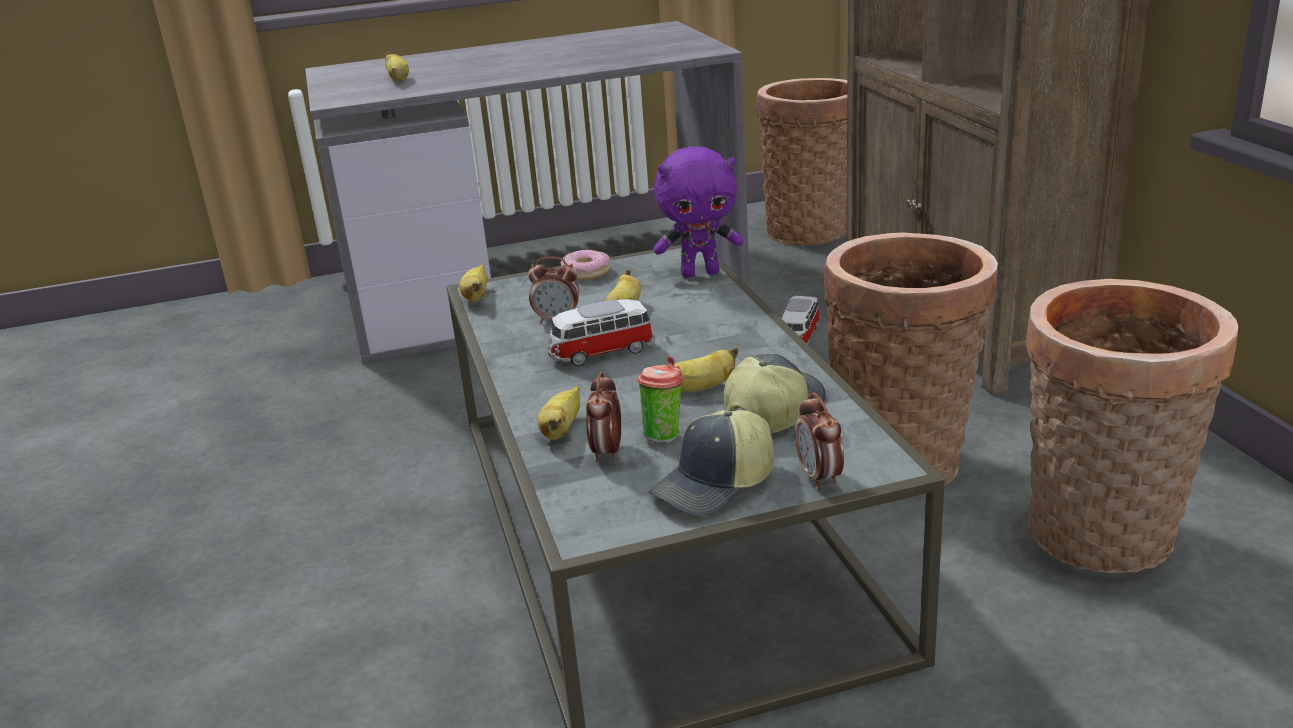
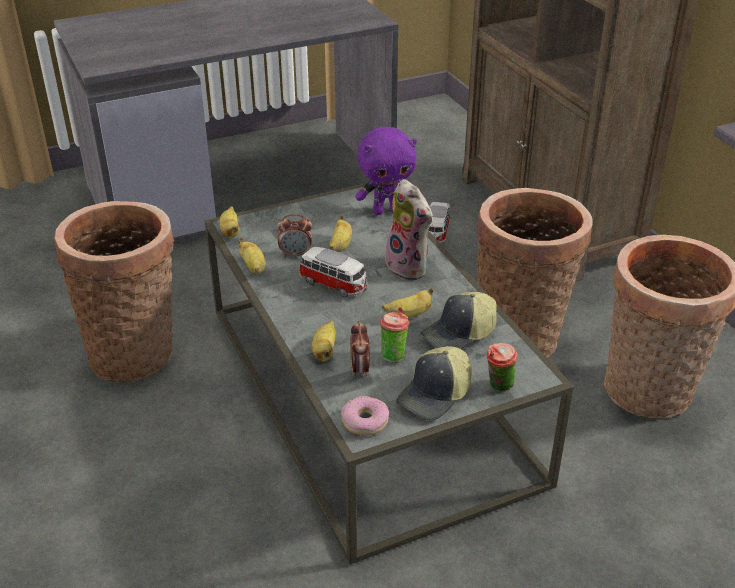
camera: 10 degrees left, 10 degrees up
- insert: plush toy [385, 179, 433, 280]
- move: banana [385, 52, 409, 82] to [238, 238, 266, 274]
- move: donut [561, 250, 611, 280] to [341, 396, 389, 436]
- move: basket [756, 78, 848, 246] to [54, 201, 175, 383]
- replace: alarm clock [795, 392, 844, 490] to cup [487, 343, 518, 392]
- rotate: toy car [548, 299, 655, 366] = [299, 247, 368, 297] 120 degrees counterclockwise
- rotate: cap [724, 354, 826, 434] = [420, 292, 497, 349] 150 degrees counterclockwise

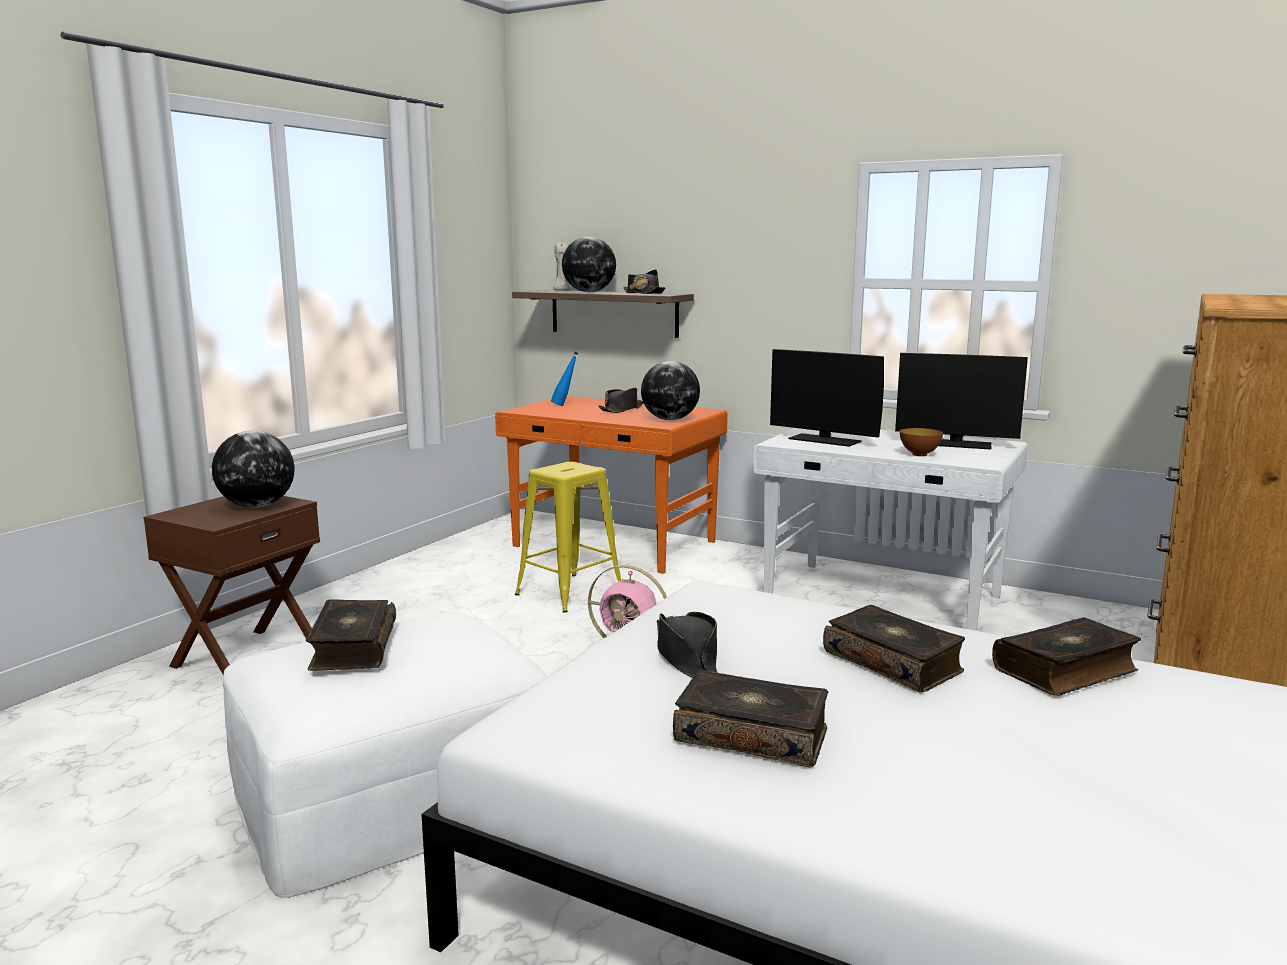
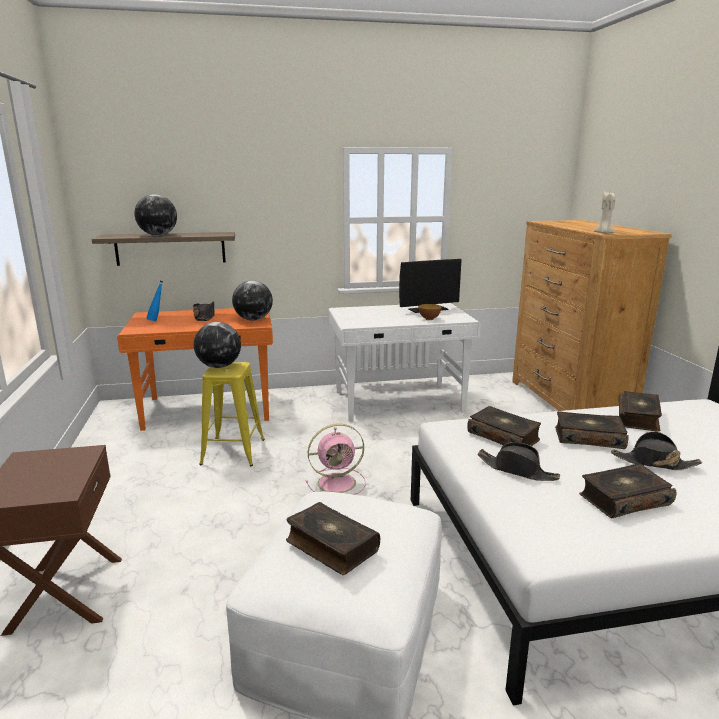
camera: 40 degrees left, 5 degrees up
- delete: monitor [770, 349, 884, 447]
- insert: book [467, 406, 541, 446]
- move: globe [212, 430, 294, 508] to [194, 322, 241, 368]
- move: candle (beige) [553, 242, 571, 291] to [594, 192, 615, 234]
- move: hat (black) [623, 269, 666, 294] to [611, 431, 702, 470]

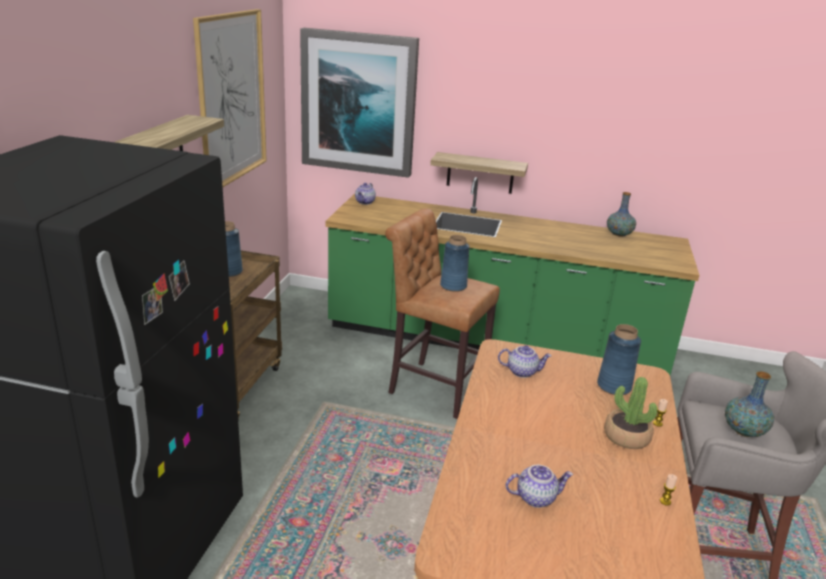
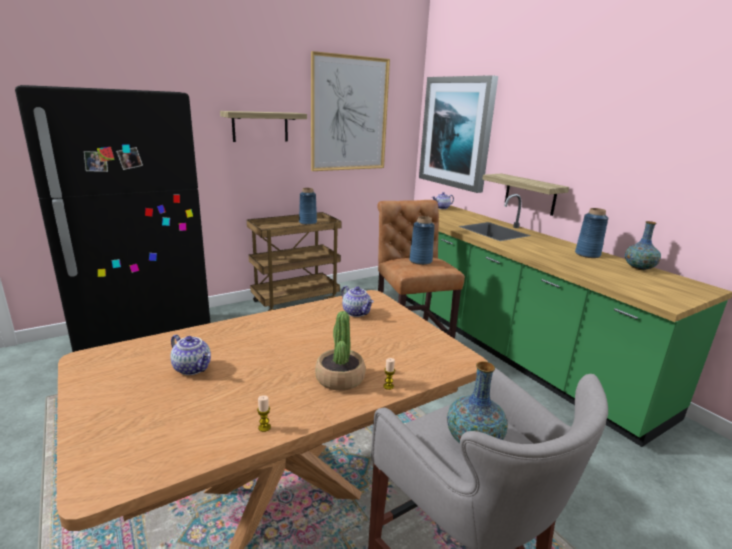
camera: 45 degrees right, 5 degrees down
- move: vase (blue) [597, 324, 641, 395] to [575, 208, 608, 258]

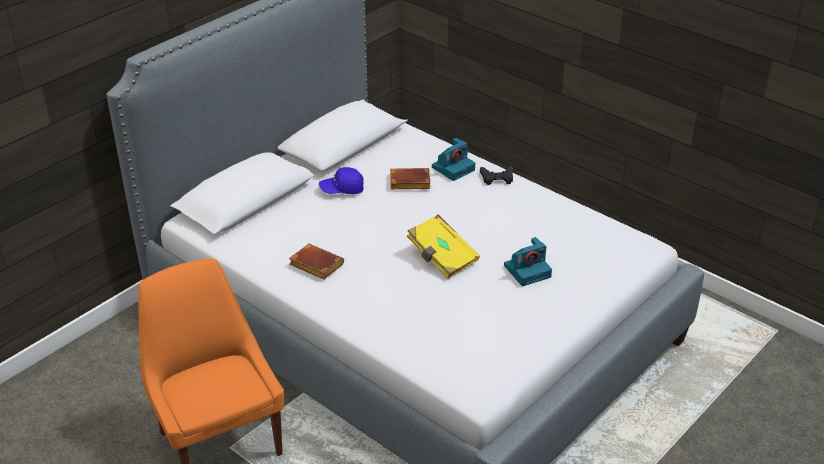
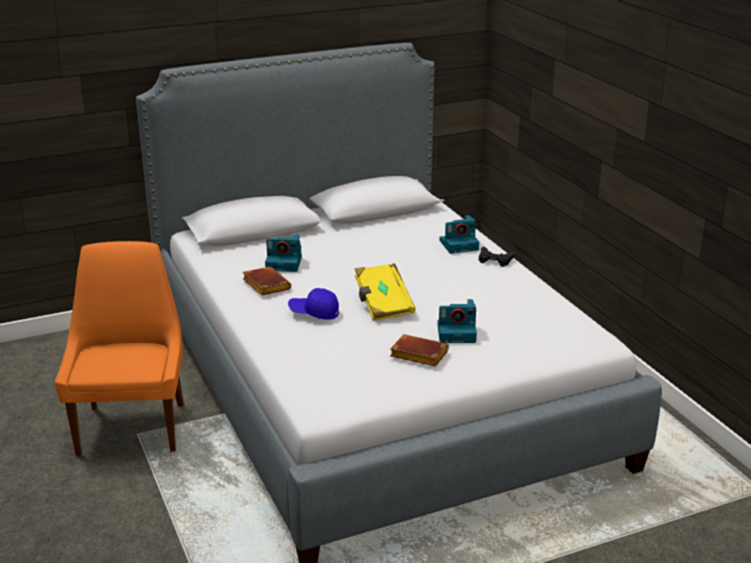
camera: 25 degrees right, 10 degrees down
- insert: photo camera [265, 234, 302, 272]
- move: cap (blue) [319, 167, 364, 194] to [288, 288, 339, 320]
- move: book (brown) [390, 168, 430, 189] to [390, 334, 449, 367]

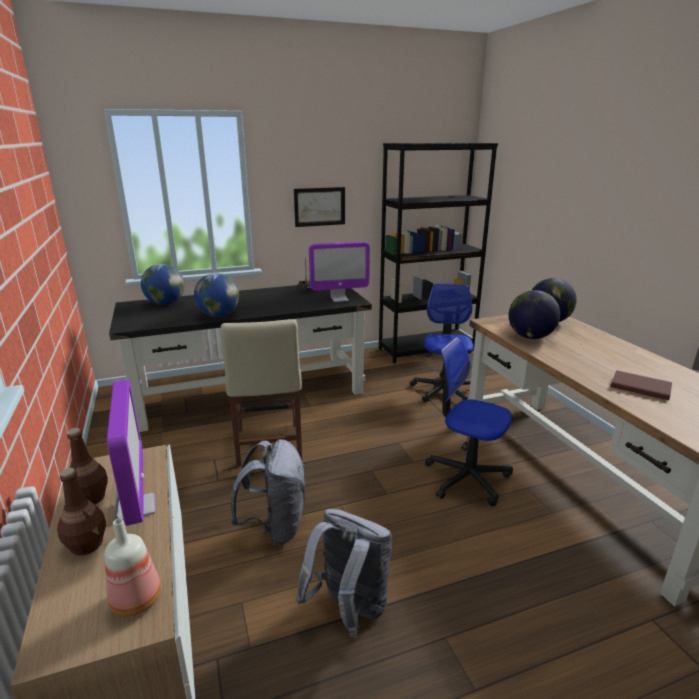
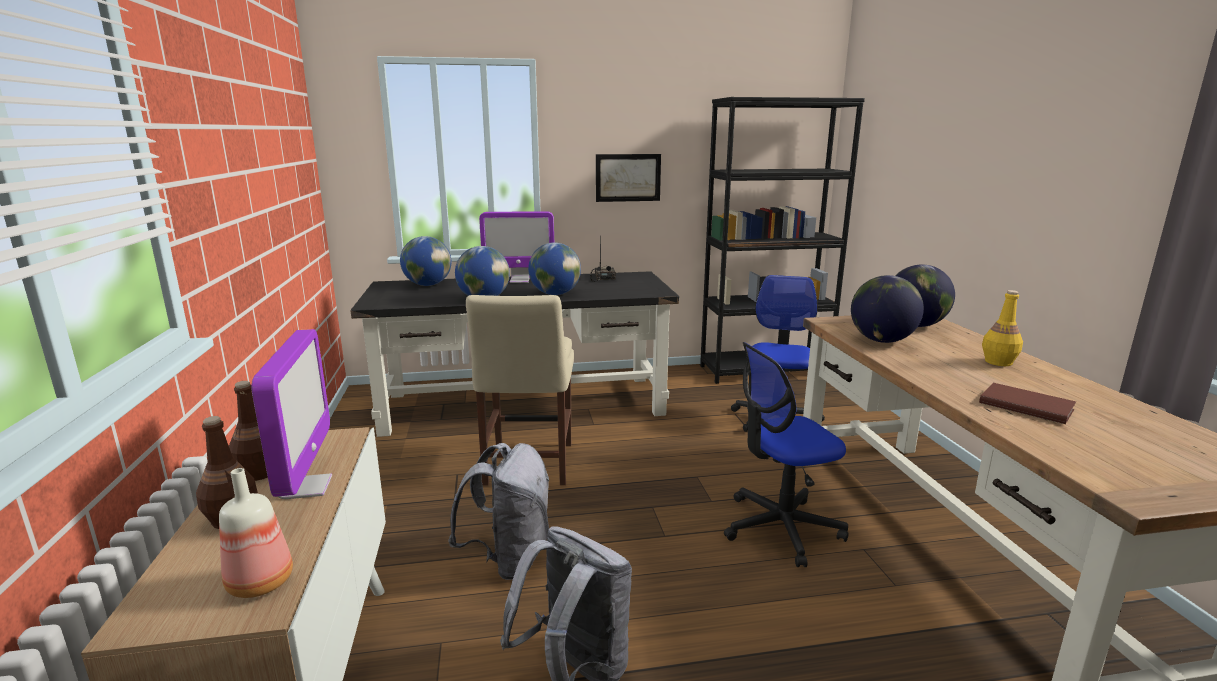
camera: 10 degrees right, 5 degrees down
- insert: globe [528, 243, 581, 295]
- insert: bottle (yellow) [982, 290, 1023, 366]
- move: monitor [309, 242, 370, 302] to [479, 211, 554, 283]
- rotate: office chair [425, 337, 513, 506] = [724, 342, 849, 567] 60 degrees counterclockwise

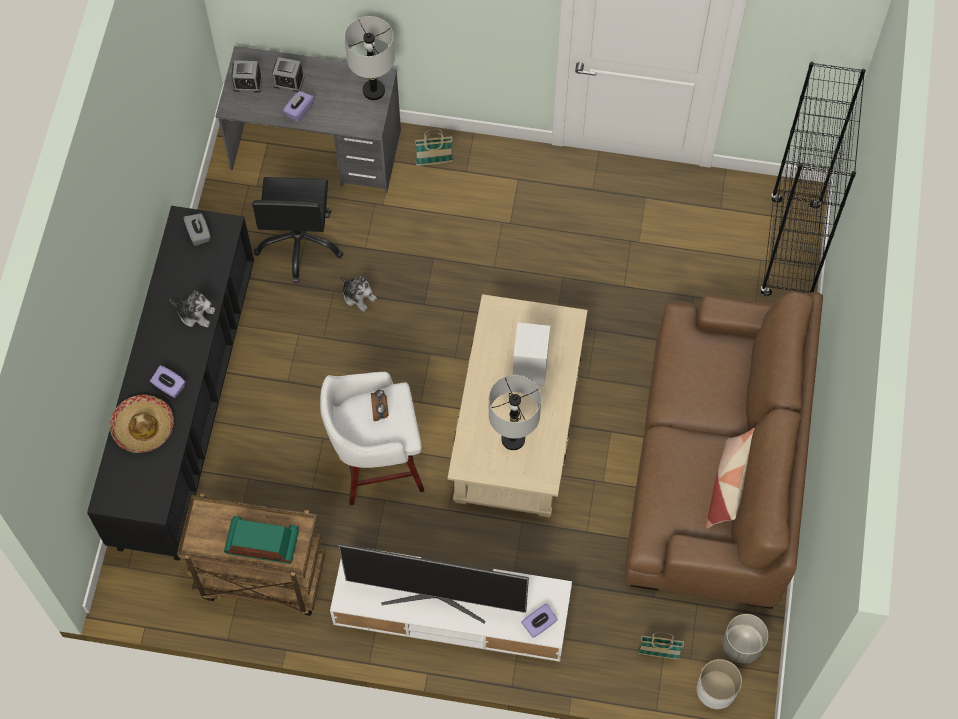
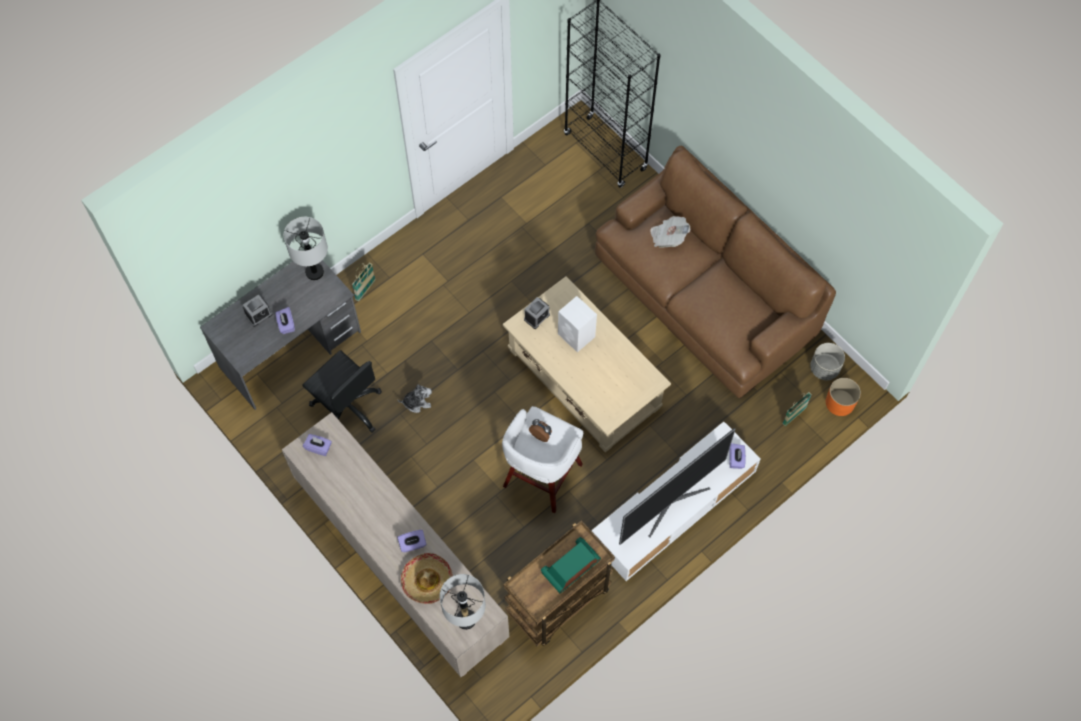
camera: 50 degrees left, 0 degrees up
- delete: plush toy [170, 290, 215, 327]
- delete: pillow [706, 428, 755, 528]
- insert: newspaper [650, 216, 690, 248]
- move: alarm clock [231, 60, 262, 92] to [524, 297, 550, 329]
- move: table lamp (grey) [489, 375, 541, 450] to [440, 574, 486, 630]
- recolor: cabinet (black) [87, 206, 254, 561] to cabinet (beige) [282, 412, 509, 677]
- recolor: tissue box (grey) [184, 213, 211, 246] to tissue box (purple) [303, 434, 332, 456]
- recolor: planter (white) [697, 659, 742, 709] to planter (orange) [826, 378, 861, 416]

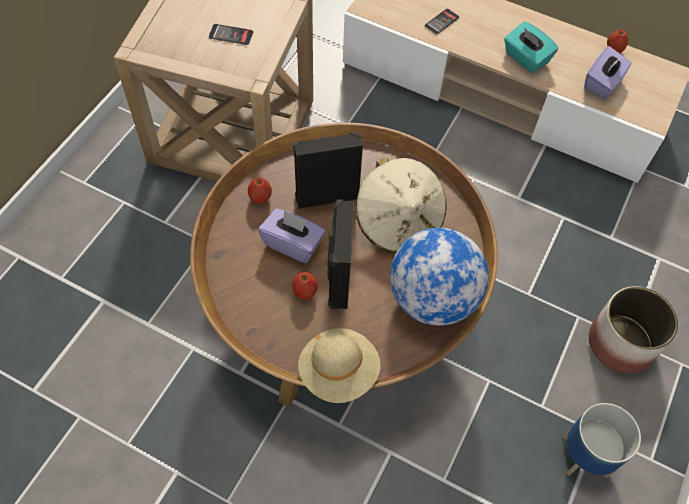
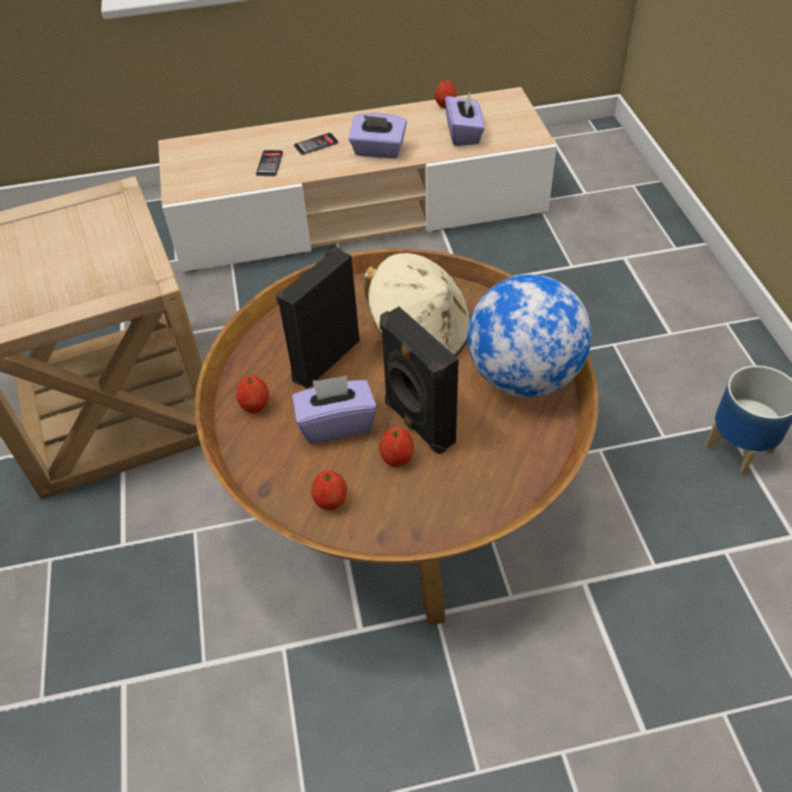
camera: 35 degrees left, 10 degrees down
- delete: hat (beige) [298, 328, 381, 403]
- delete: planter [589, 286, 678, 374]
- insert: apple [311, 470, 347, 511]
- move: phone [209, 24, 253, 45] to [294, 133, 338, 155]
- recolor: tissue box (turquoise) [504, 21, 558, 73] to tissue box (purple) [348, 113, 407, 158]

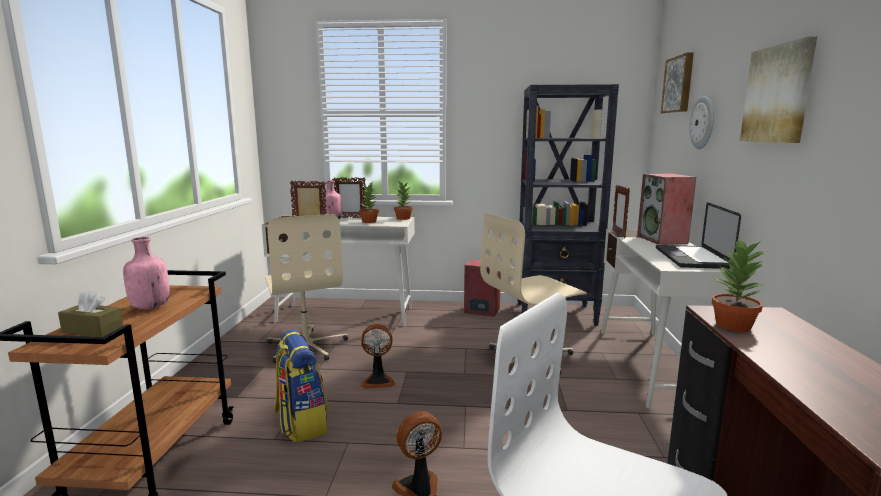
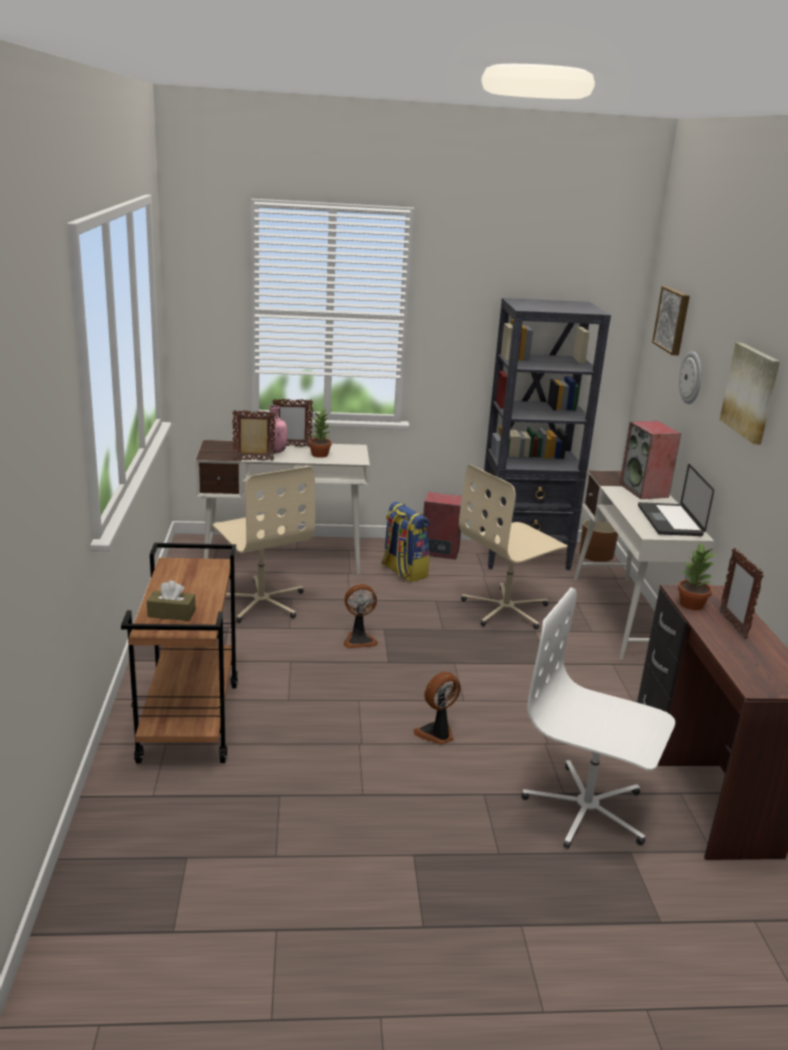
camera: 10 degrees left, 10 degrees up
- delete: bottle (pink) [123, 237, 169, 309]
- delete: potted plant [394, 180, 413, 220]
- insert: planter (brown) [579, 519, 618, 562]
- move: backpack [275, 329, 328, 442] to [381, 502, 430, 582]
- move: picture frame [612, 185, 630, 238] to [719, 548, 764, 639]

